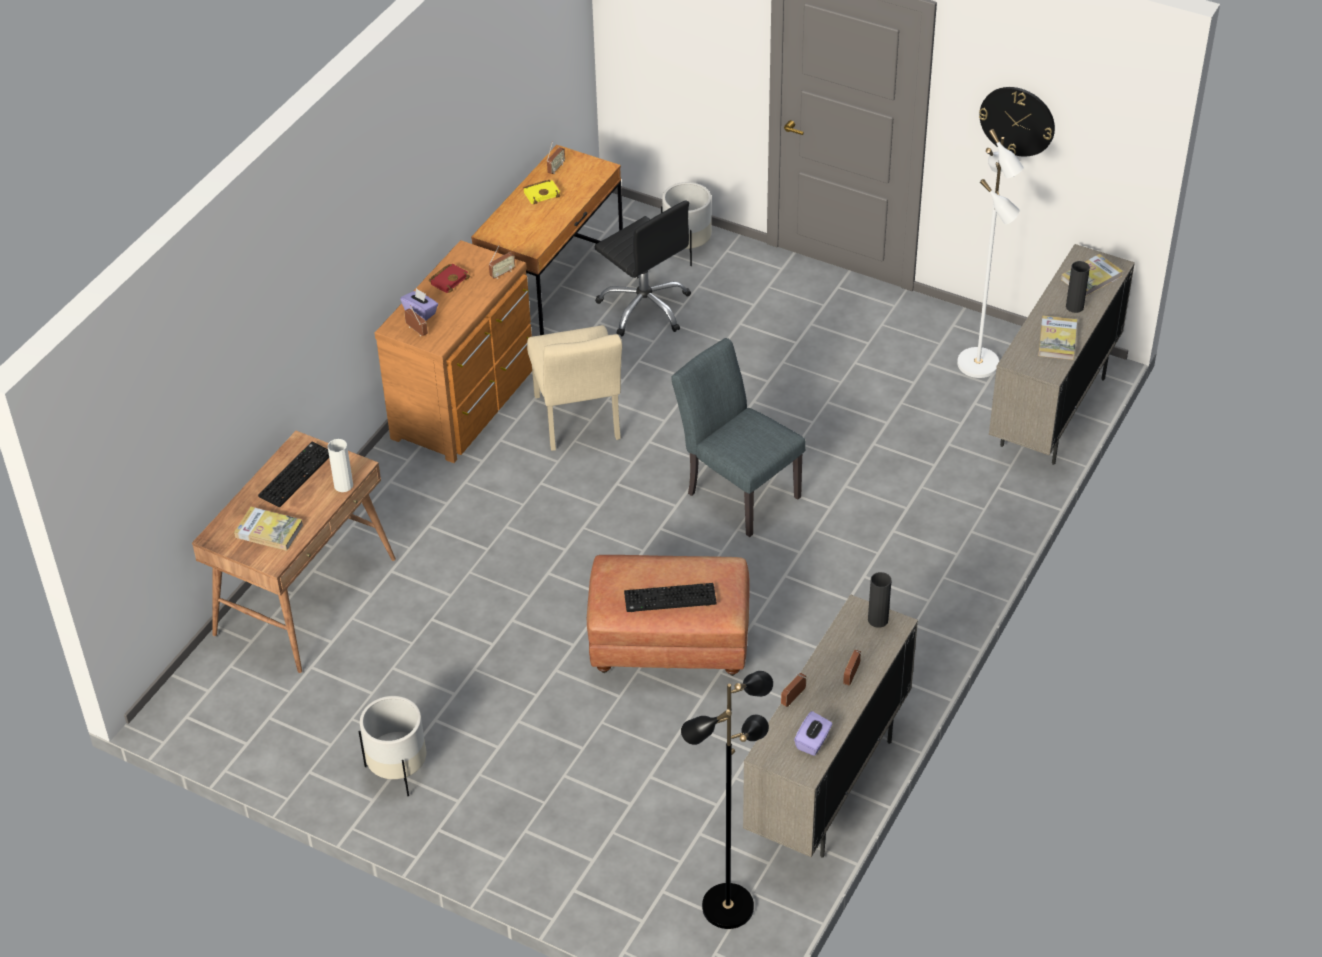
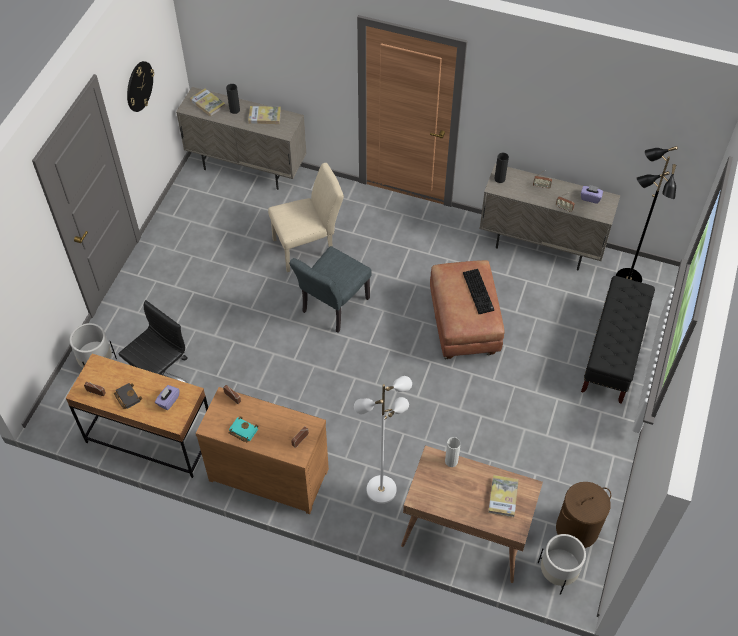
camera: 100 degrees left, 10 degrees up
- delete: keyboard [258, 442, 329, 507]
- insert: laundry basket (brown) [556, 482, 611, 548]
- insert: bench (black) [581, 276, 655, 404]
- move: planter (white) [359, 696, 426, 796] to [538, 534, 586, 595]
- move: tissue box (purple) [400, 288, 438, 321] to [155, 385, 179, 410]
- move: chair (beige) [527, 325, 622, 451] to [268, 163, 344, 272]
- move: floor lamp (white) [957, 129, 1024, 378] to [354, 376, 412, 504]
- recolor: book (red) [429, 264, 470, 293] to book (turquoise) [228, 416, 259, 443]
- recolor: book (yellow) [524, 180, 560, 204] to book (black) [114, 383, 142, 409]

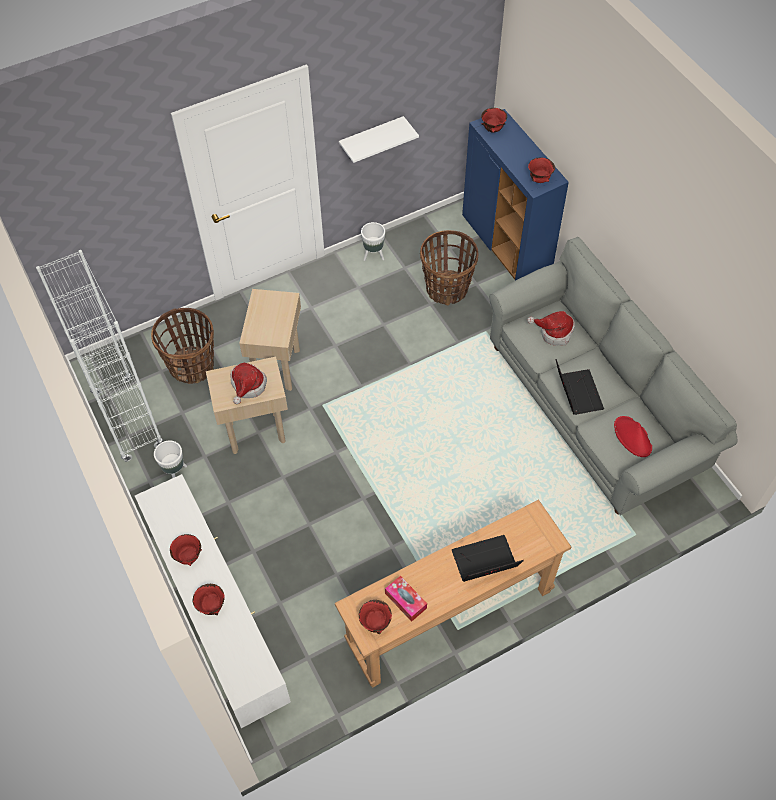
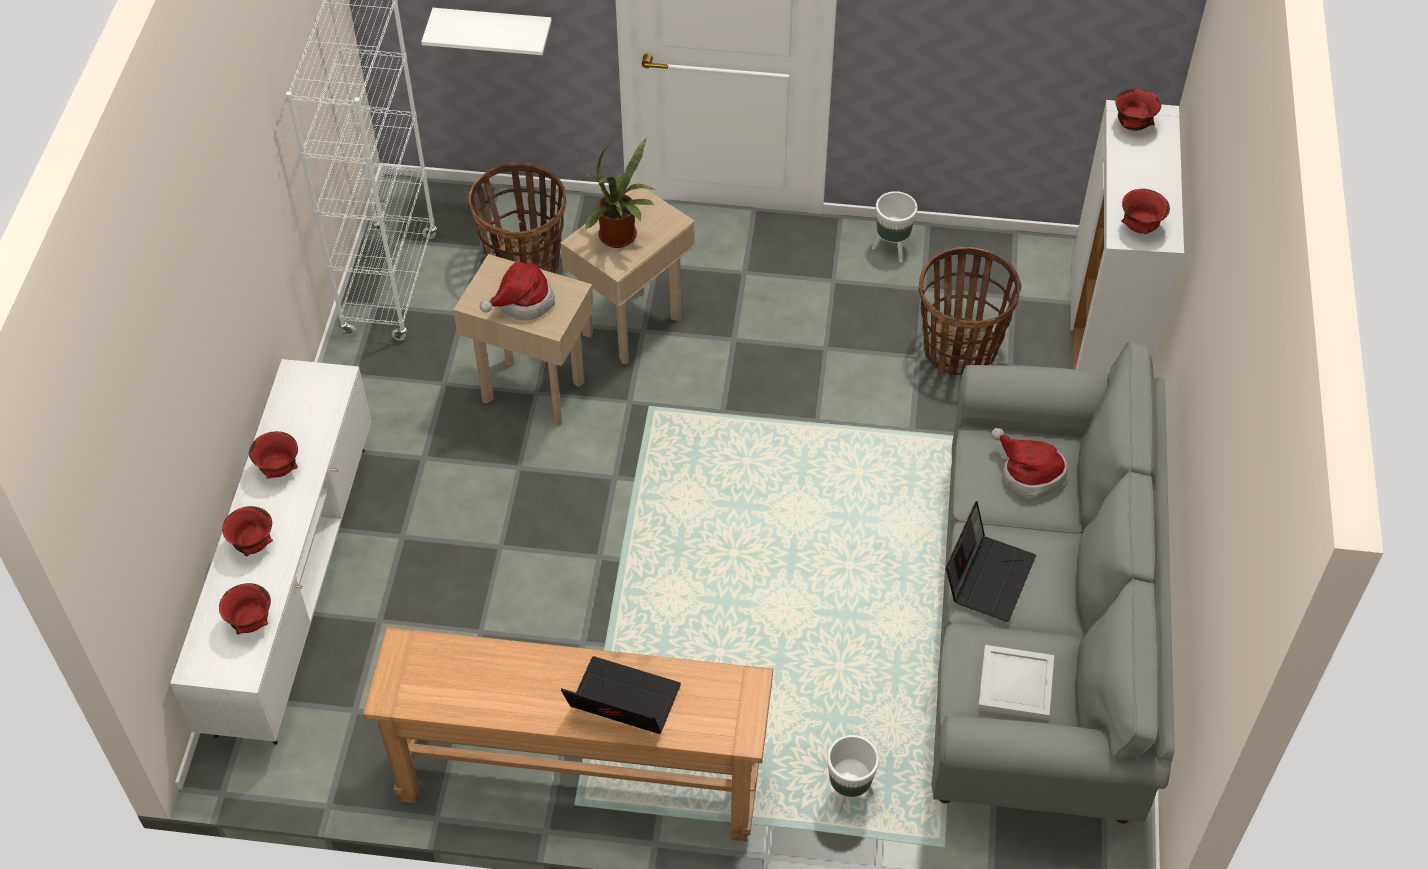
camera: 35 degrees right, 5 degrees down
- delete: tissue box [385, 576, 427, 622]
- insert: potted plant [585, 138, 655, 248]
- move: planter (white) [154, 440, 187, 478] to [827, 735, 879, 814]
- move: shelf (white) [339, 116, 419, 163] to [421, 8, 552, 55]
- move: bowl (red) [359, 600, 392, 634] to [219, 583, 271, 635]
- replace: hat (red) [614, 416, 652, 457] to tray (white) [978, 645, 1054, 720]
- recolor: cabinet (blue) [462, 109, 569, 281] to cabinet (white) [1071, 100, 1184, 375]

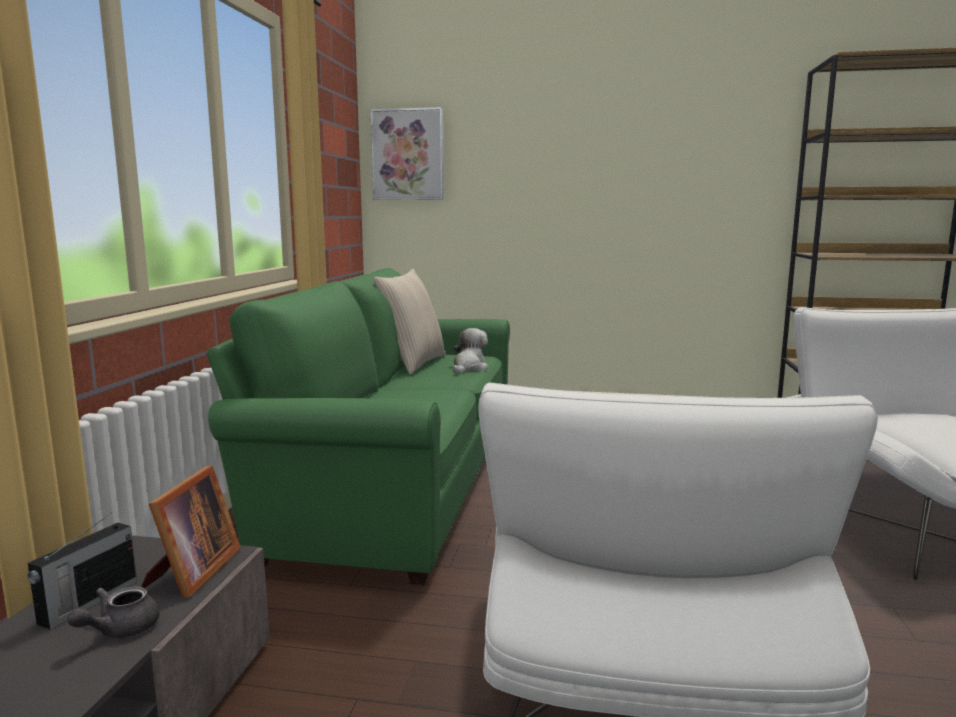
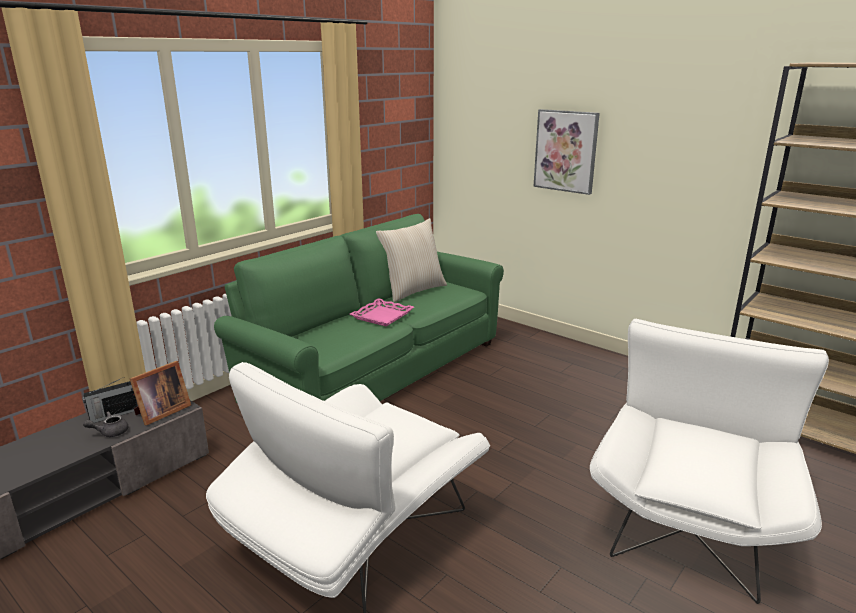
camera: 30 degrees right, 10 degrees up
- delete: plush toy [453, 328, 488, 374]
- insert: tray (pink) [350, 298, 414, 326]
- move: picture [371, 107, 444, 200] to [533, 109, 600, 195]

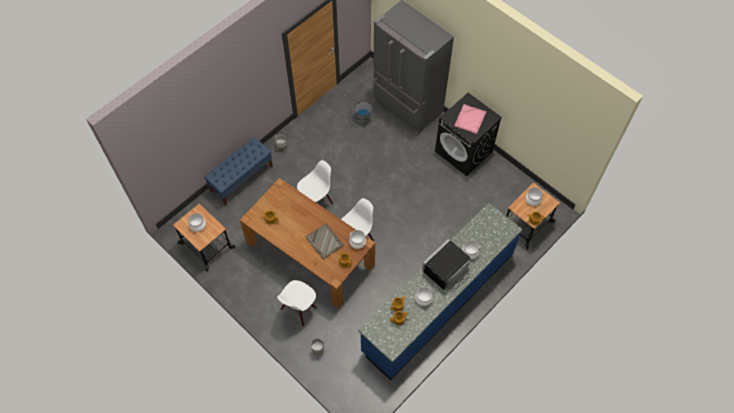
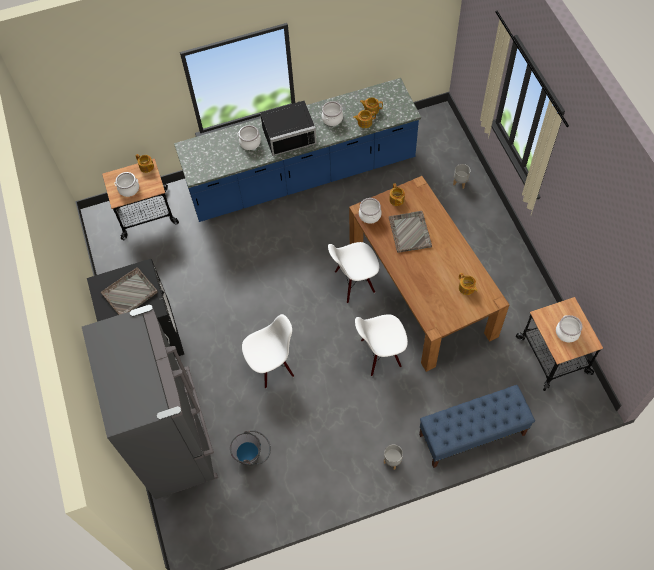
camera: 150 degrees left, 0 degrees up
- move: chair (white) [277, 280, 317, 326] to [242, 314, 294, 388]
- recolor: tray (pink) [454, 104, 486, 134] to tray (grey) [101, 267, 158, 315]

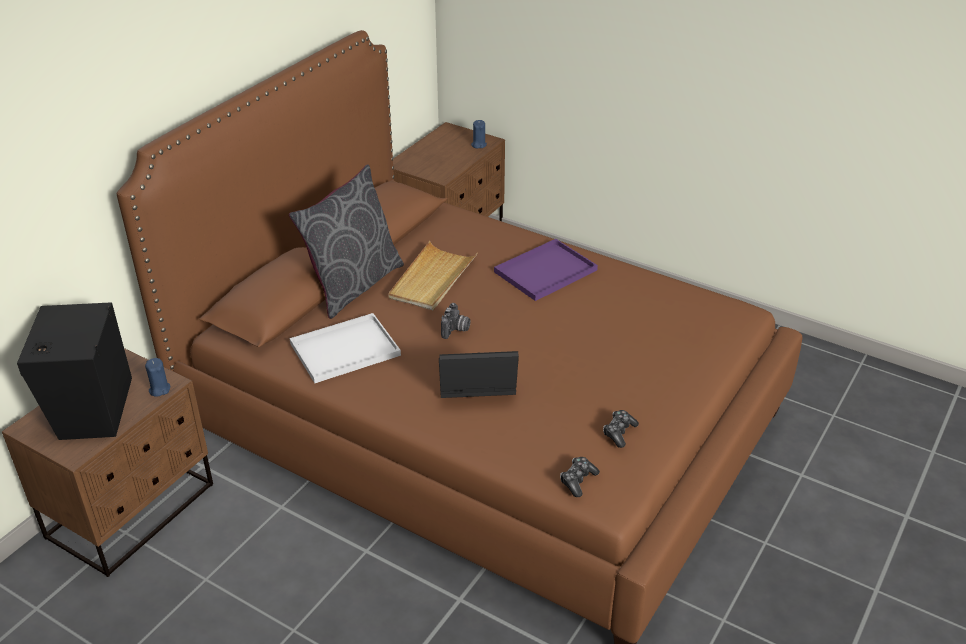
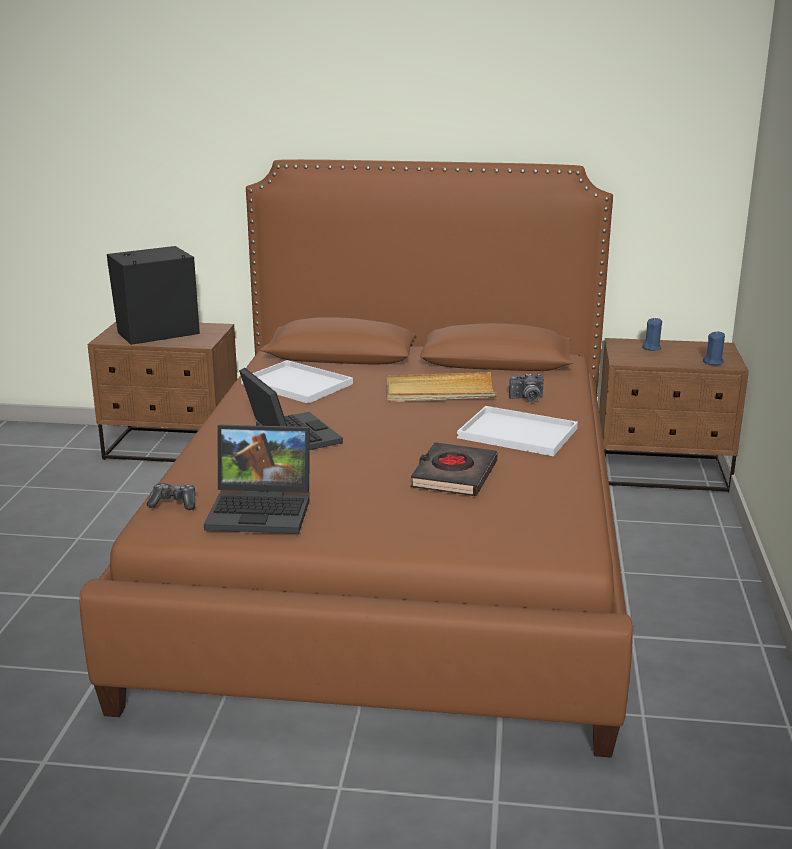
camera: 65 degrees right, 15 degrees down
- delete: pillow (grey) [289, 165, 404, 319]
- insert: book (black) [410, 442, 498, 496]
- move: candle (blue) [145, 358, 170, 397] to [642, 318, 662, 351]
- move: photo camera [441, 303, 471, 339] to [509, 373, 544, 402]
- replace: game controller [603, 410, 639, 448] to laptop [204, 425, 310, 534]
- recolor: tray (purple) [494, 239, 598, 301] to tray (white) [457, 406, 578, 456]

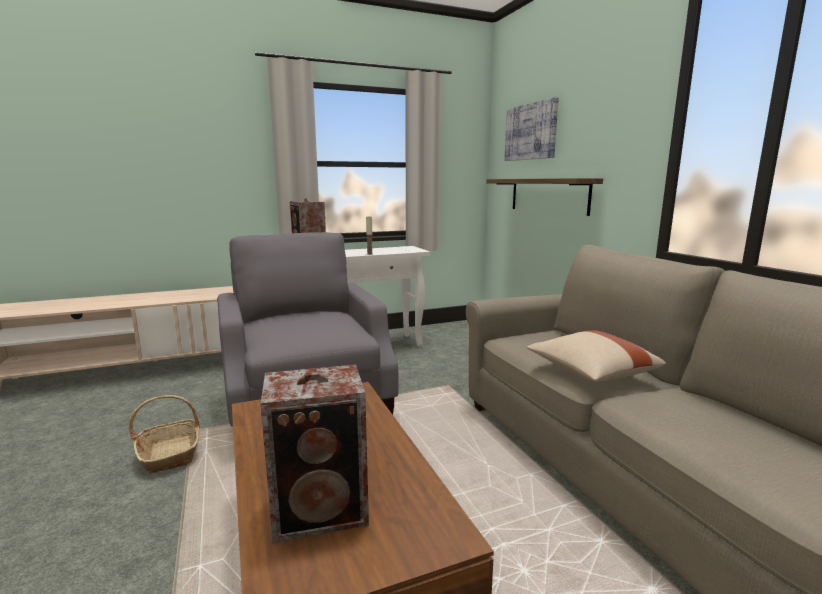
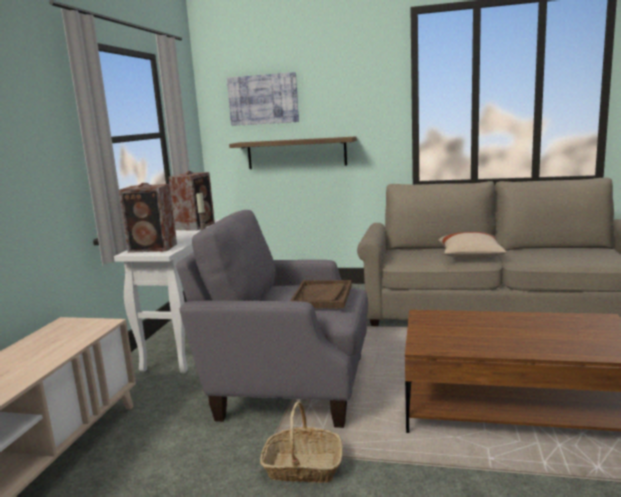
camera: 55 degrees left, 0 degrees up
- insert: tray (brown) [290, 280, 352, 309]
- move: speaker [261, 365, 369, 542] to [169, 171, 215, 231]

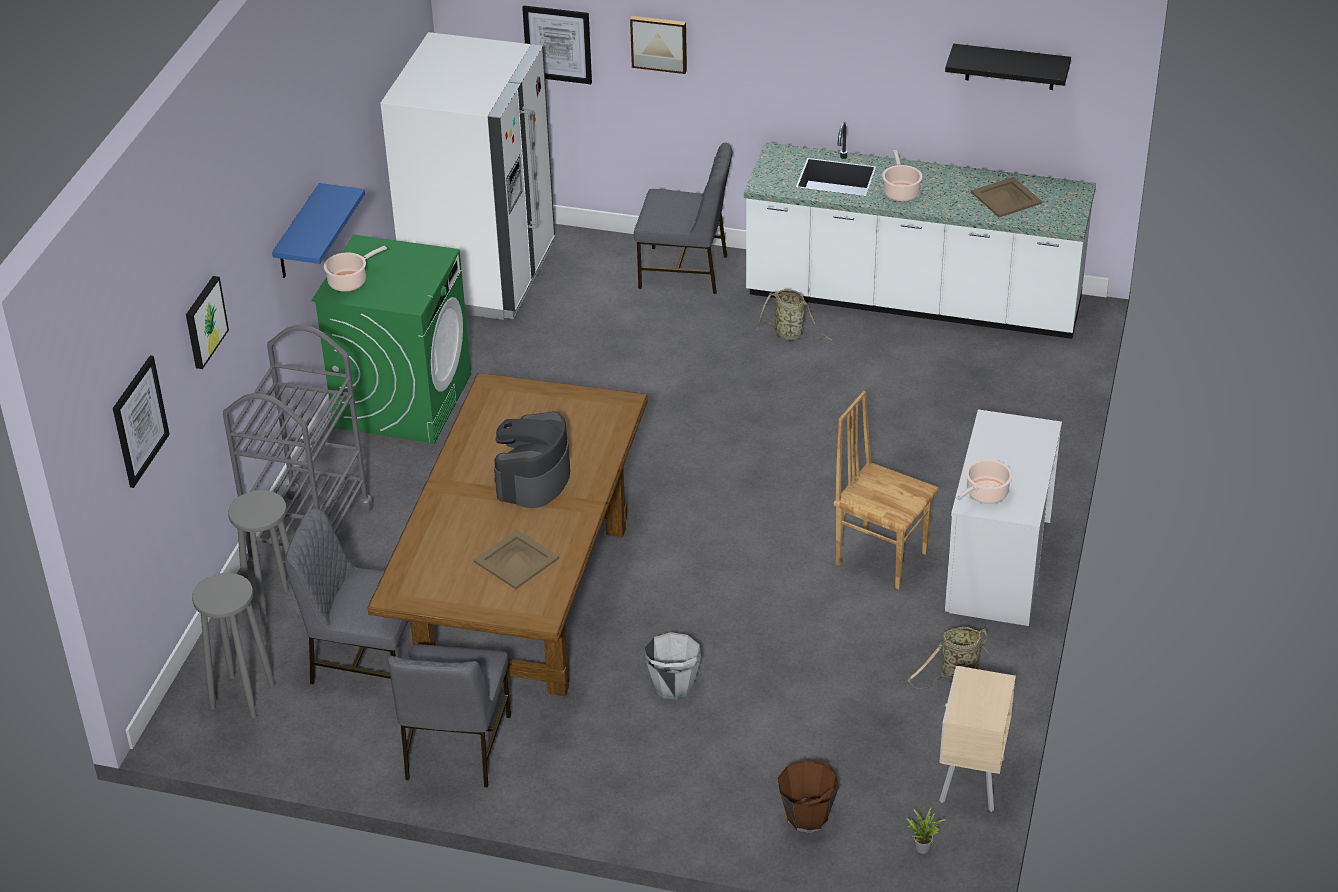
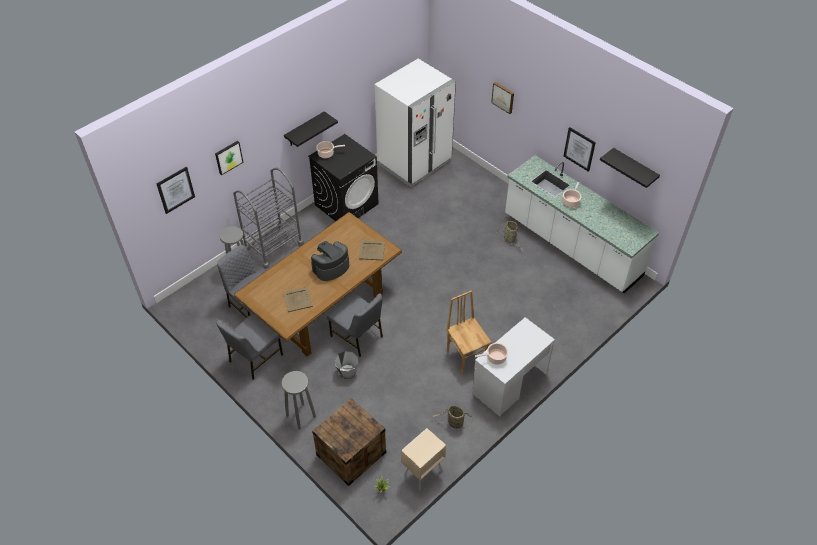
camera: 30 degrees right, 10 degrees up
- move: stool (grey) [192, 573, 275, 718] to [281, 371, 316, 430]
- move: picture [522, 5, 592, 84] to [564, 127, 596, 172]
- move: chair (grey) [634, 143, 732, 294] to [327, 293, 383, 357]
- move: tray (beige) [971, 177, 1042, 217] to [359, 240, 385, 260]
- replace: bucket (brown) [778, 760, 839, 833] to crate [312, 398, 386, 486]
- recolor: shelf (blue) [272, 183, 365, 278] to shelf (black) [284, 111, 338, 147]
- recolor: washing machine (green) [312, 234, 471, 444] to washing machine (black) [308, 134, 379, 221]

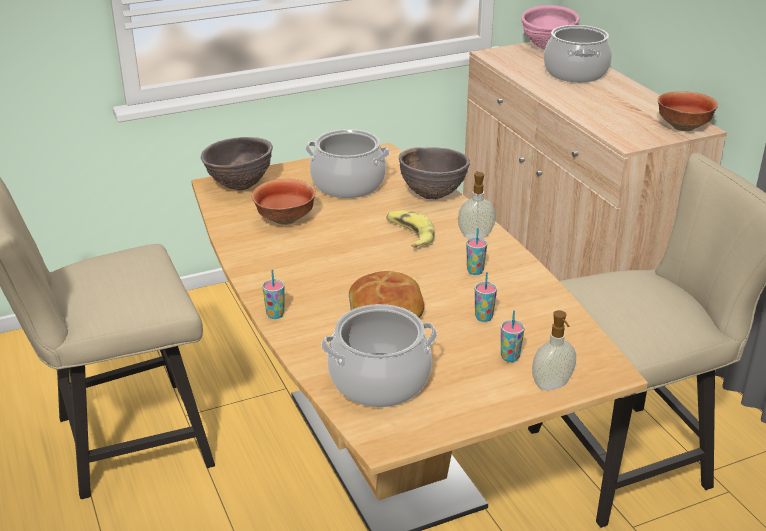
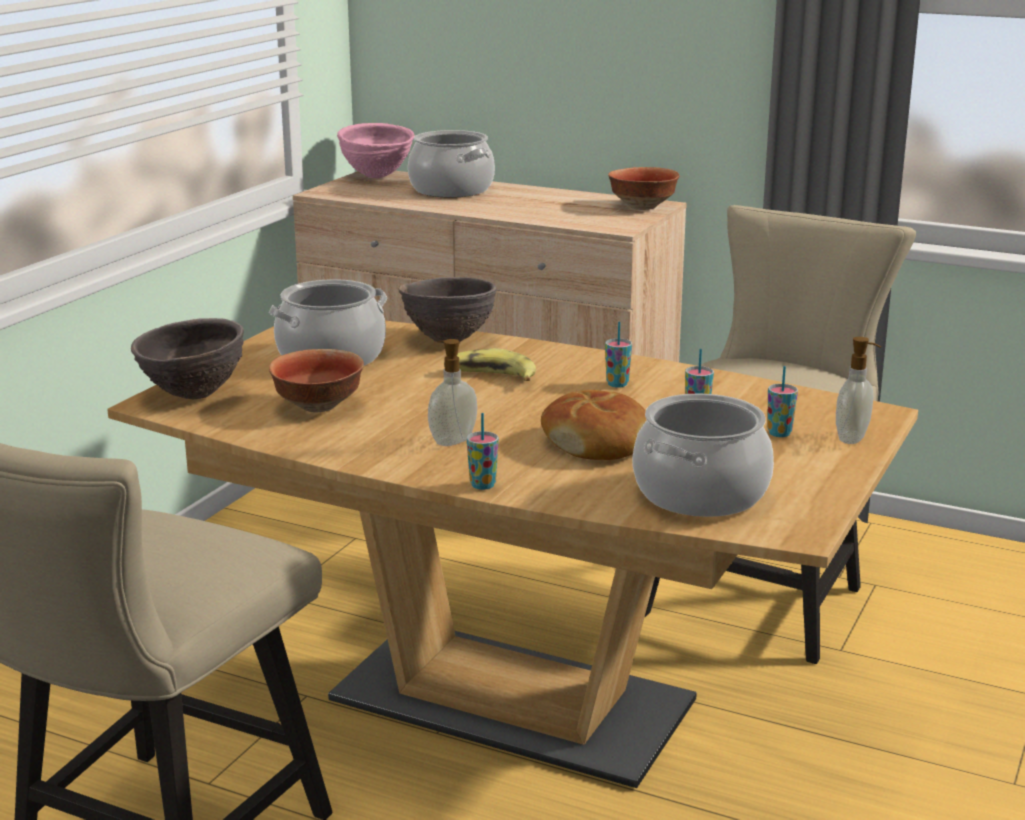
camera: 40 degrees left, 10 degrees down
- move: soap dispenser [458, 171, 496, 238] to [428, 339, 477, 446]

